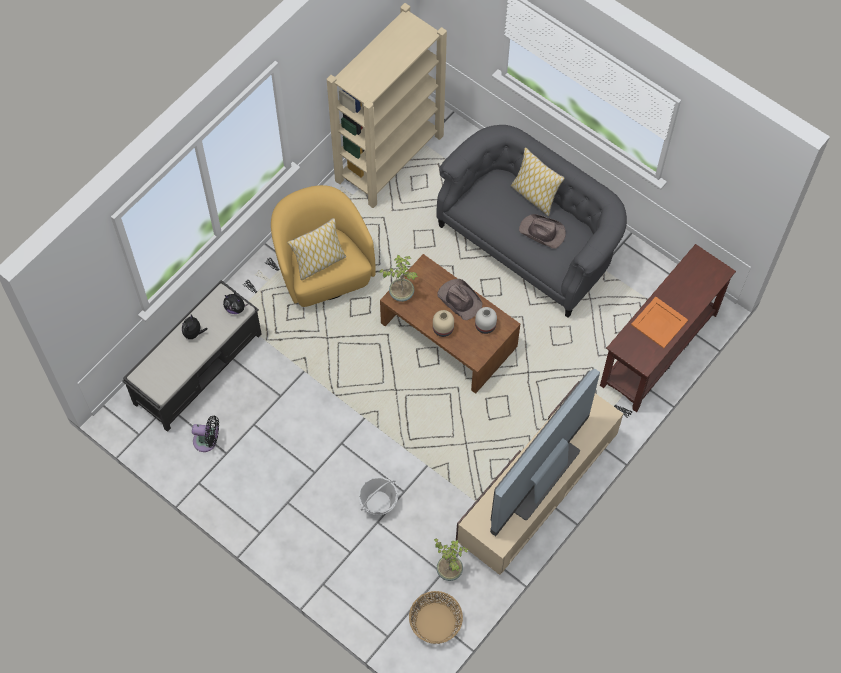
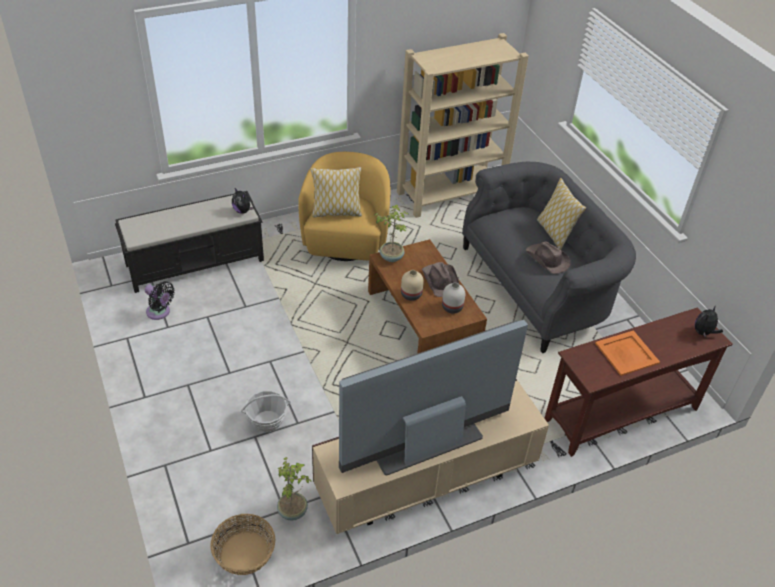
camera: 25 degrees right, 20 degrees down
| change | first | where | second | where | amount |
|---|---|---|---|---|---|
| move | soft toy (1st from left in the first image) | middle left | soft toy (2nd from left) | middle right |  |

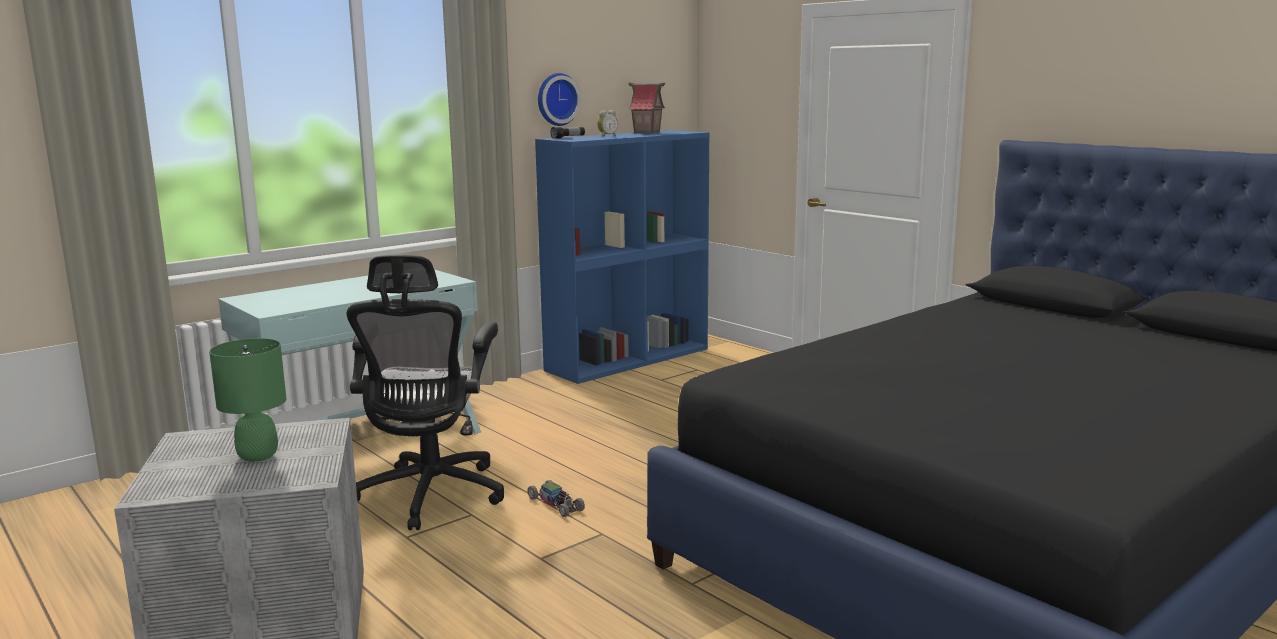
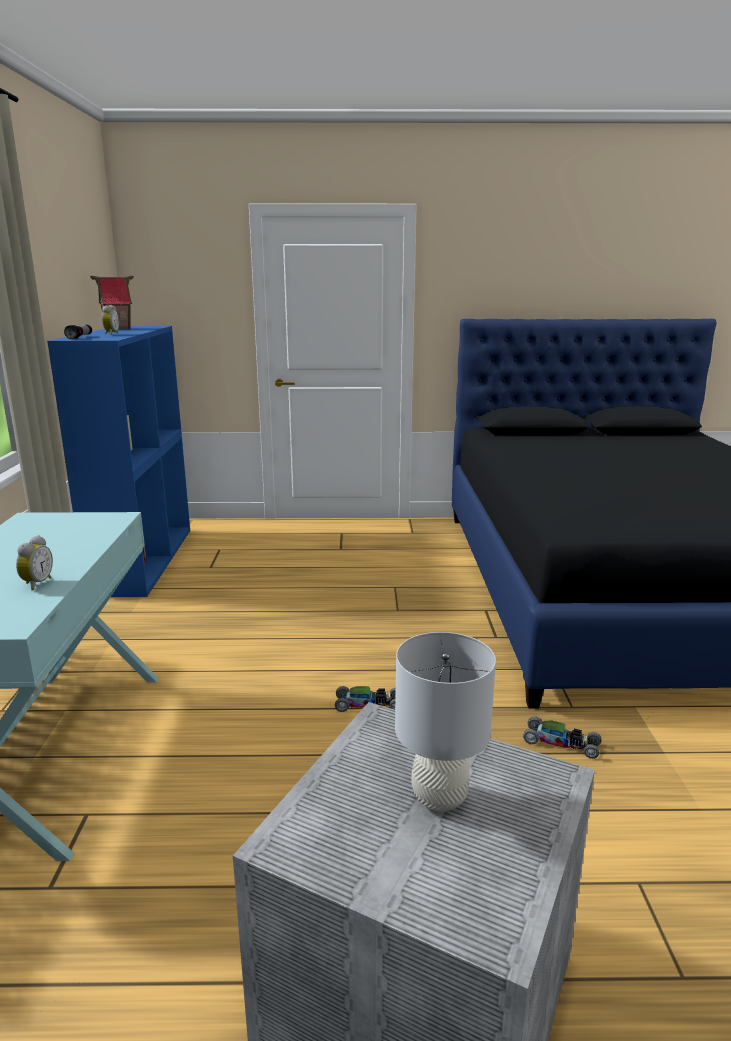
camera: 50 degrees left, 5 degrees up
| change | first | where | second | where | amount |
|---|---|---|---|---|---|
| recolor | greenish tabletop lamp | middle left | greyish tabletop lamp | bottom centre |  |
| delete | desk chair | middle left |  |  |  |
| delete | wall clock | top centre |  |  |  |
| insert |  |  | alarm clock (1st from left) | middle left |  |
| insert |  |  | miniature car (2nd from left) | bottom right |  |

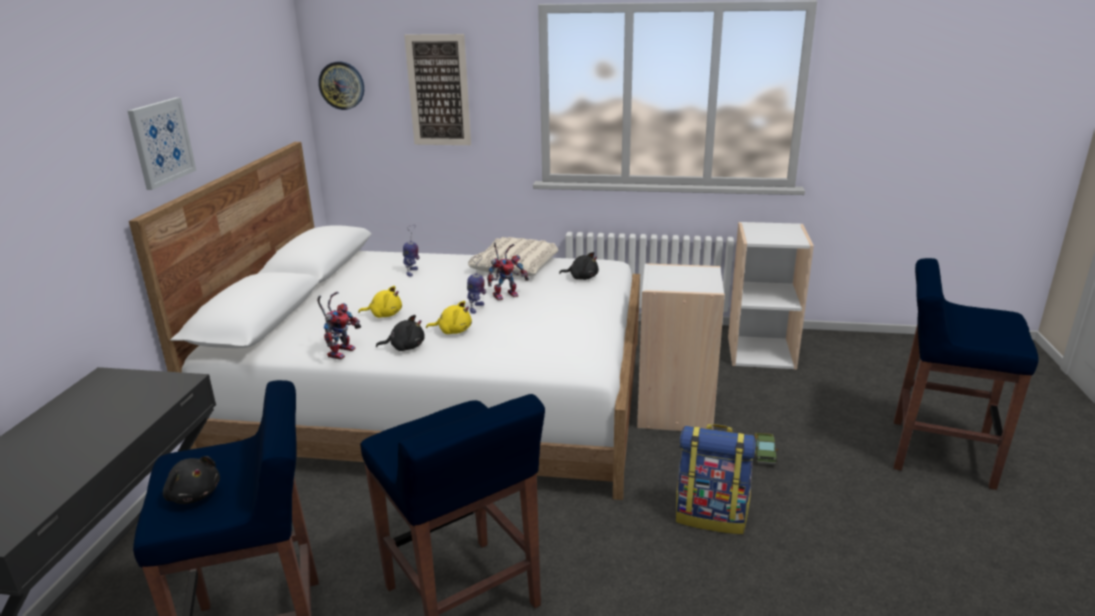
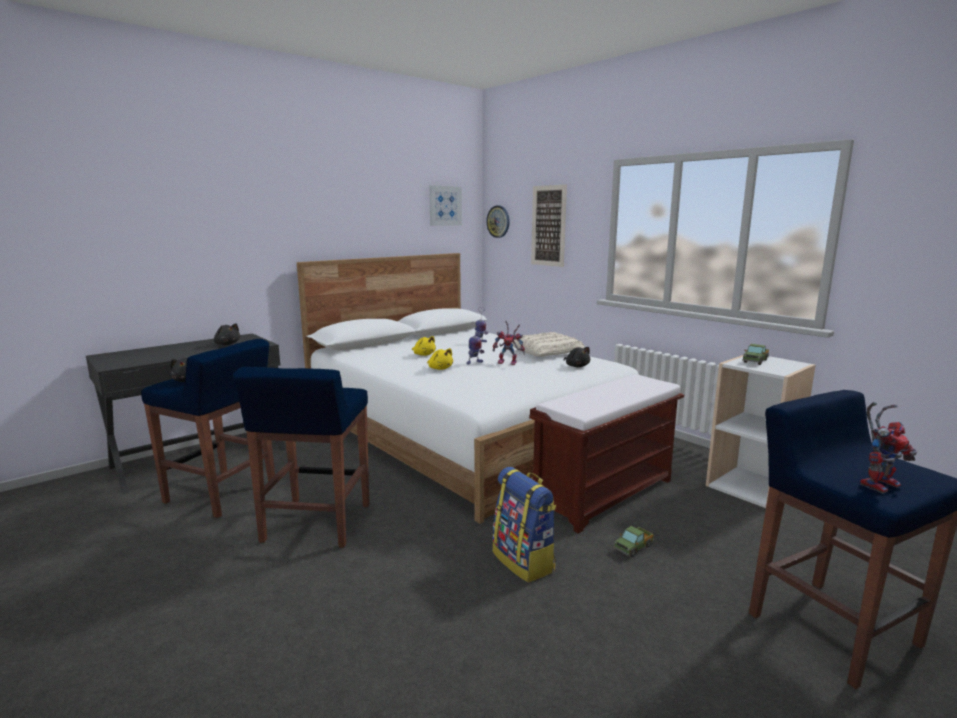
camera: 40 degrees right, 10 degrees down
| change | first | where | second | where | amount |
|---|---|---|---|---|---|
| move | picture (1st from left) | top left |  | top centre |  |
| move | model robot (1st from left in the first image) | middle left | model robot (4th from left) | middle right |  |
| move | blackish soft toy (2nd from left) | centre |  | middle left |  |
| replace | shelving unit (1st from left) | centre | brown long seat | centre |  |
| insert |  |  | toy truck (2nd from left) | middle right |  |

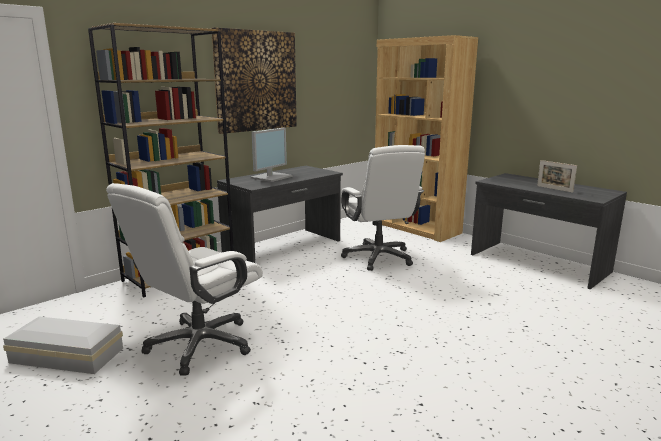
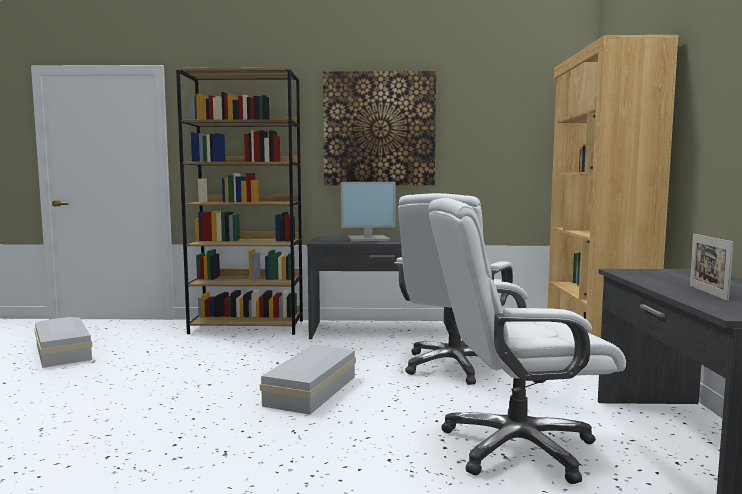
camera: 45 degrees right, 10 degrees down
| change | first | where | second | where | amount |
|---|---|---|---|---|---|
| move | whitish desk chair (1st from left in the first image) | middle left | whitish desk chair (2nd from left) | bottom right |  |
| insert |  |  | whitish storage box (2nd from left) | bottom centre |  |

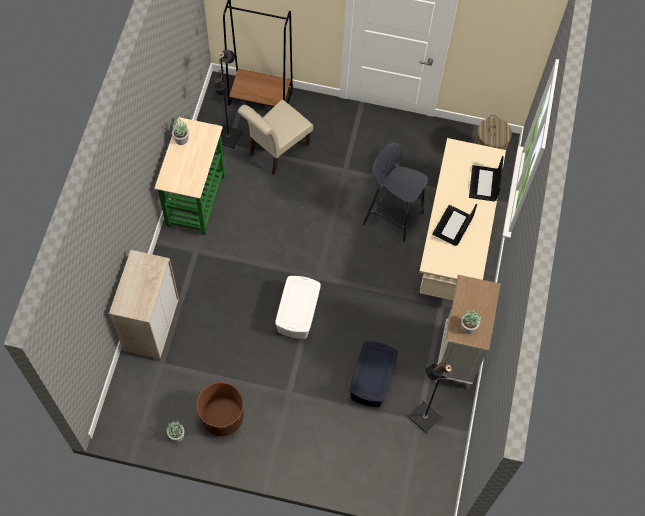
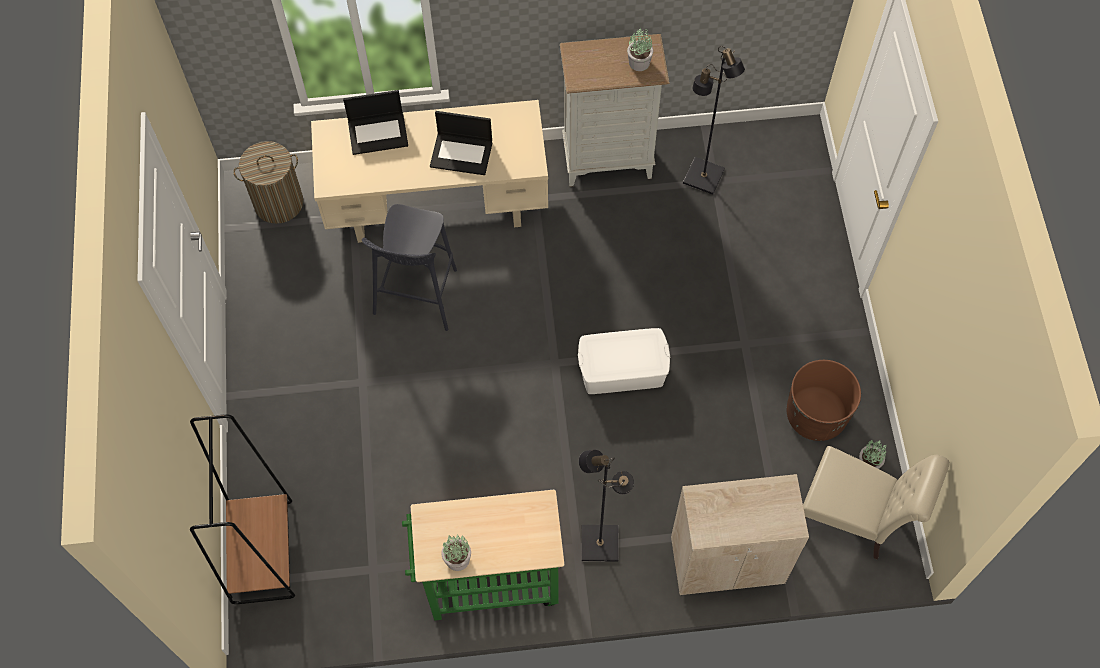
camera: 105 degrees left, 0 degrees up
| change | first | where | second | where | amount |
|---|---|---|---|---|---|
| move | blackish floor lamp (1st from left) | top centre |  | bottom centre |  |
| move | sand-coloured upright chair | top centre |  | bottom right |  |
| delete | blue storage box | bottom centre |  |  |  |

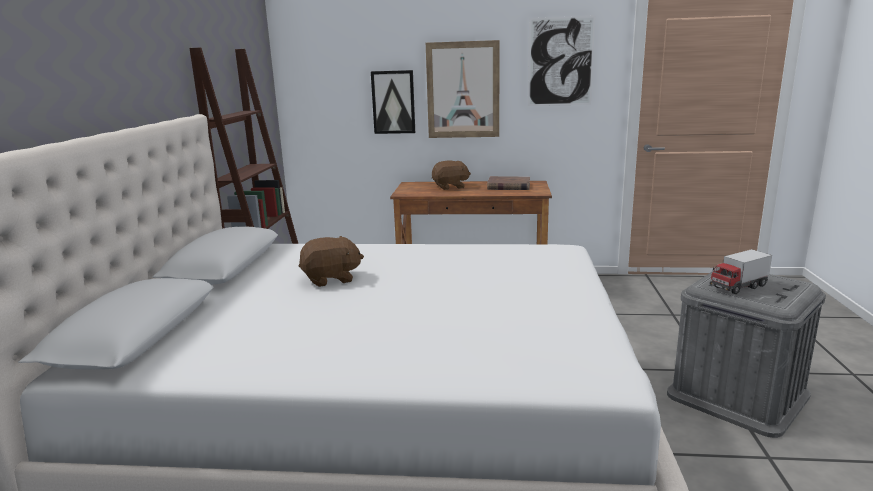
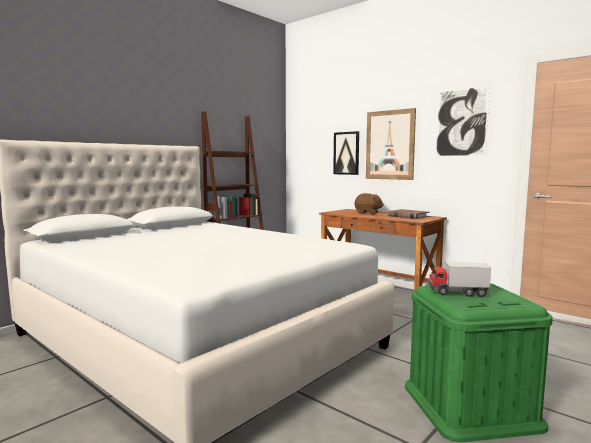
camera: 35 degrees right, 10 degrees down
| change | first | where | second | where | amount |
|---|---|---|---|---|---|
| delete | brown soft toy (1st from left) | centre |  |  |  |
| recolor | greyish storage box | bottom right | greenish storage box | bottom right |  |

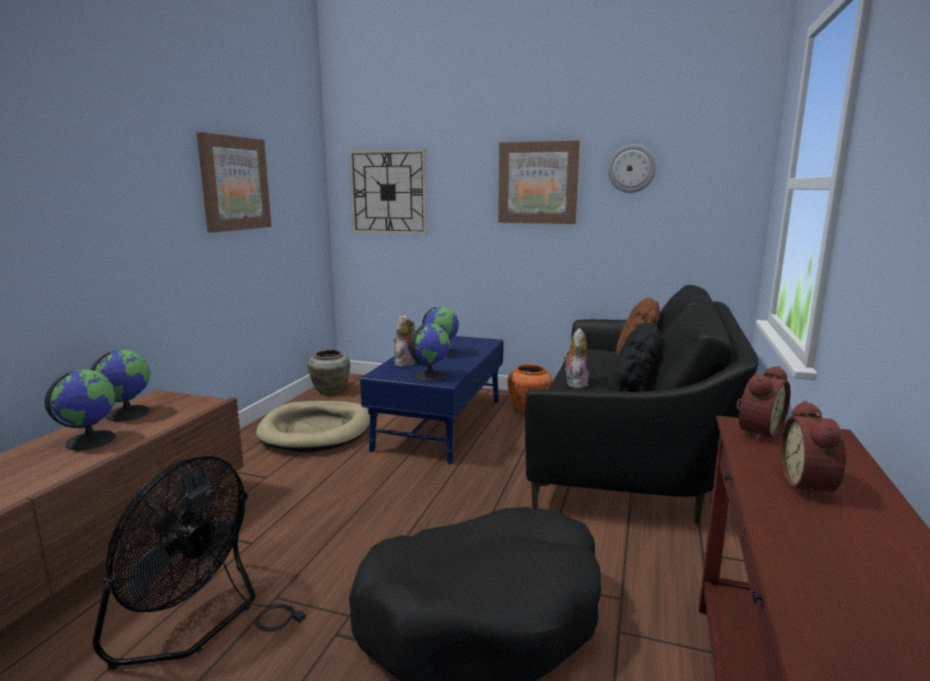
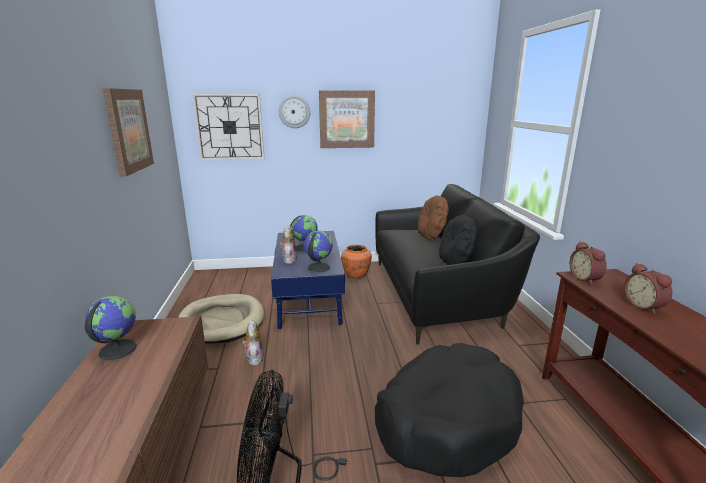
camera: 25 degrees left, 5 degrees up
| change | first | where | second | where | amount |
|---|---|---|---|---|---|
| delete | desk globe (1st from left) | middle left |  |  |  |
| delete | sand-coloured decorative vase | centre |  |  |  |
| move | soft toy (2nd from left in the first image) | centre | soft toy (1st from left) | bottom centre |  |
| move | wall clock (2nd from left) | top right |  | top centre |  |
| rotate | alarm clock (1st from left) | middle right |  | middle right | 150 degrees clockwise |

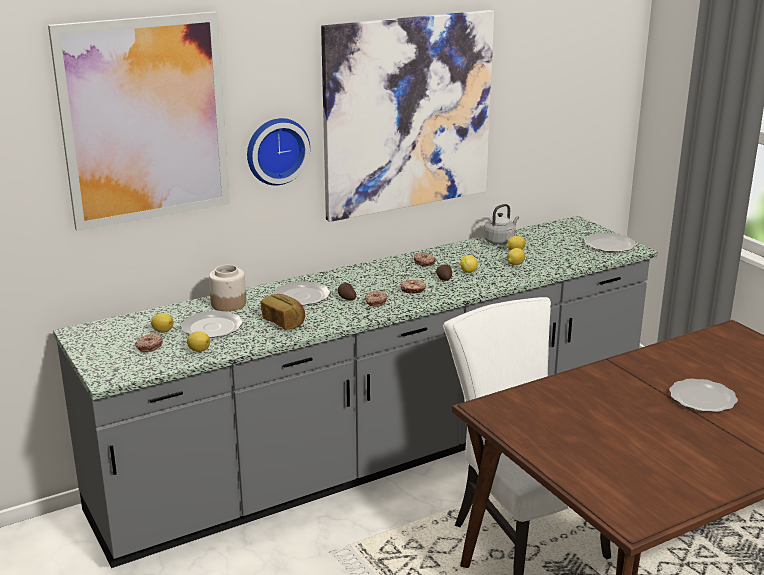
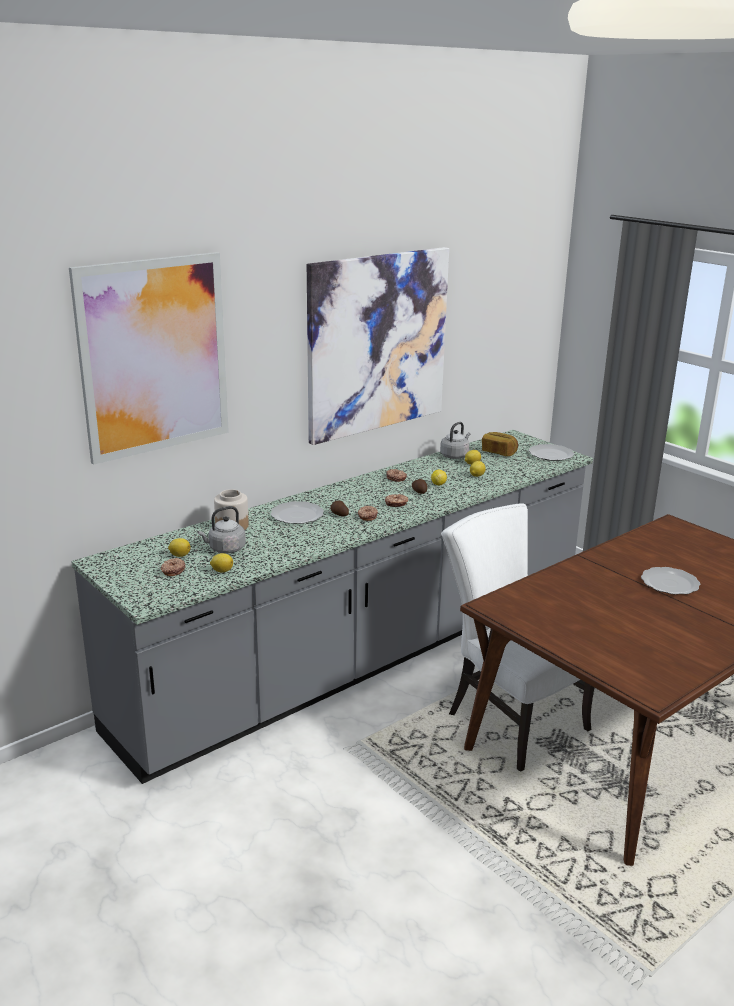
camera: 10 degrees left, 0 degrees up
| change | first | where | second | where | amount |
|---|---|---|---|---|---|
| replace | plate (1st from left) | middle left | greyish water kettle (1st from left) | middle left |  |
| delete | wall clock | top centre |  |  |  |
| move | bread | centre |  | middle right |  |

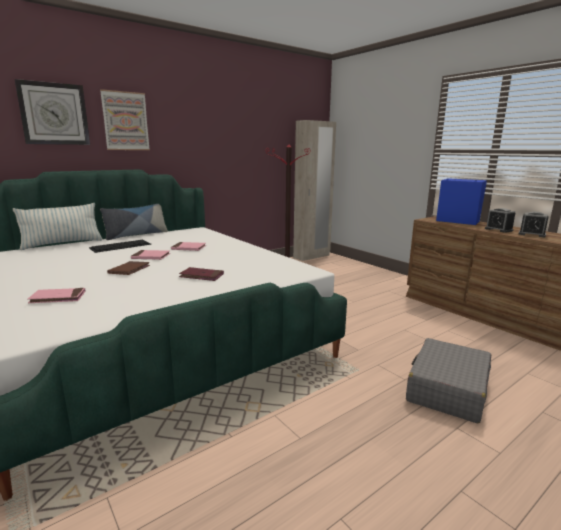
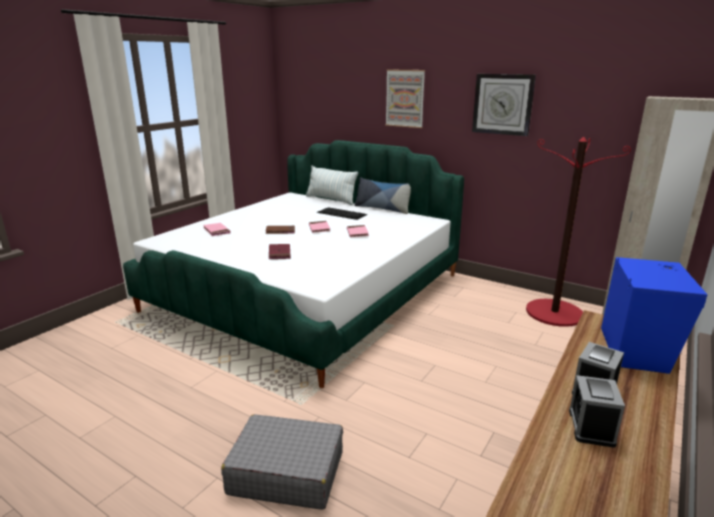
camera: 70 degrees right, 5 degrees up
| change | first | where | second | where | amount |
|---|---|---|---|---|---|
| move | wall clock | top left |  | top right |  |

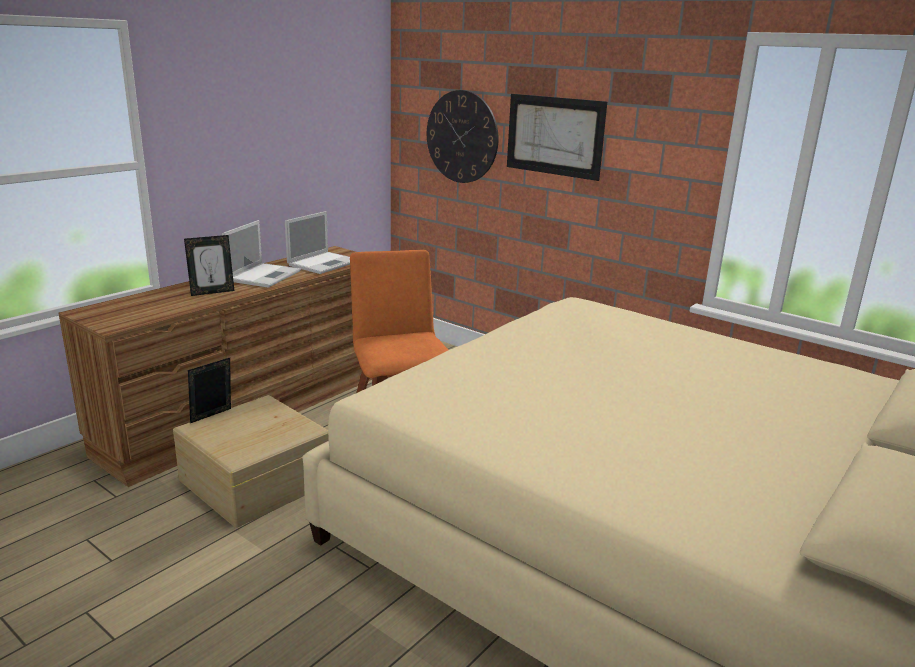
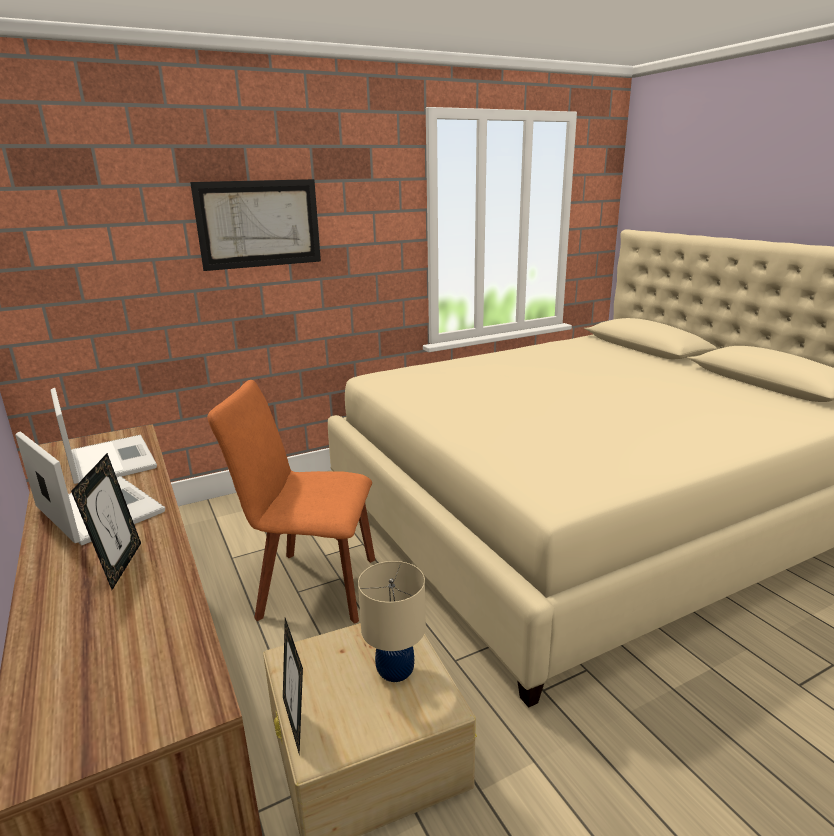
camera: 65 degrees left, 0 degrees up
| change | first | where | second | where | amount |
|---|---|---|---|---|---|
| delete | wall clock | top centre |  |  |  |
| insert |  |  | sand-coloured tabletop lamp | bottom centre |  |

